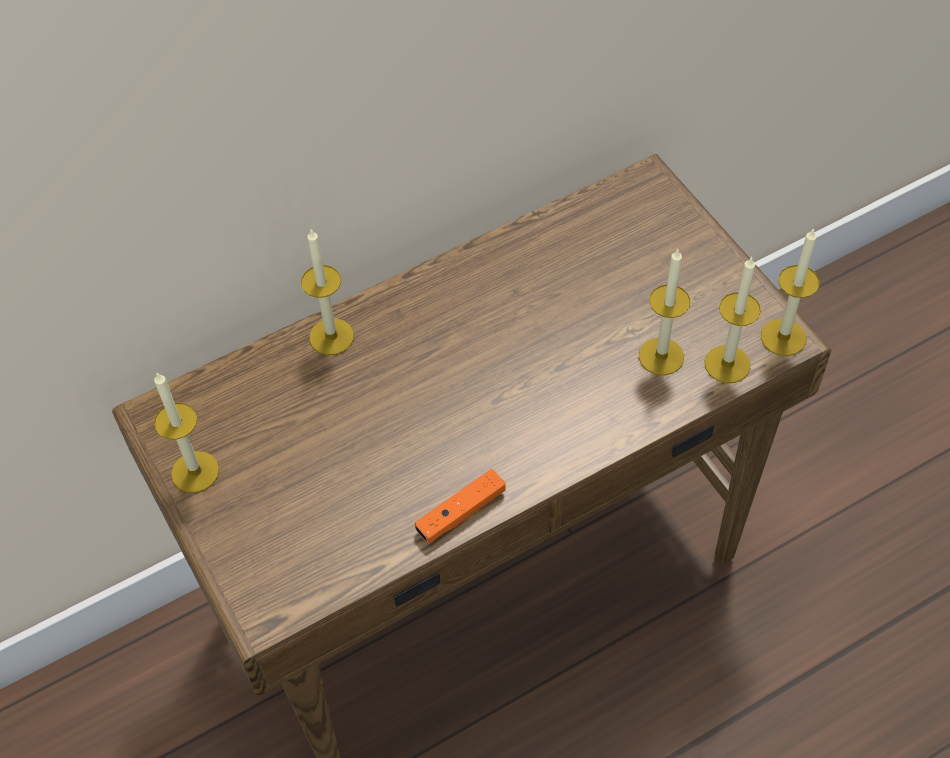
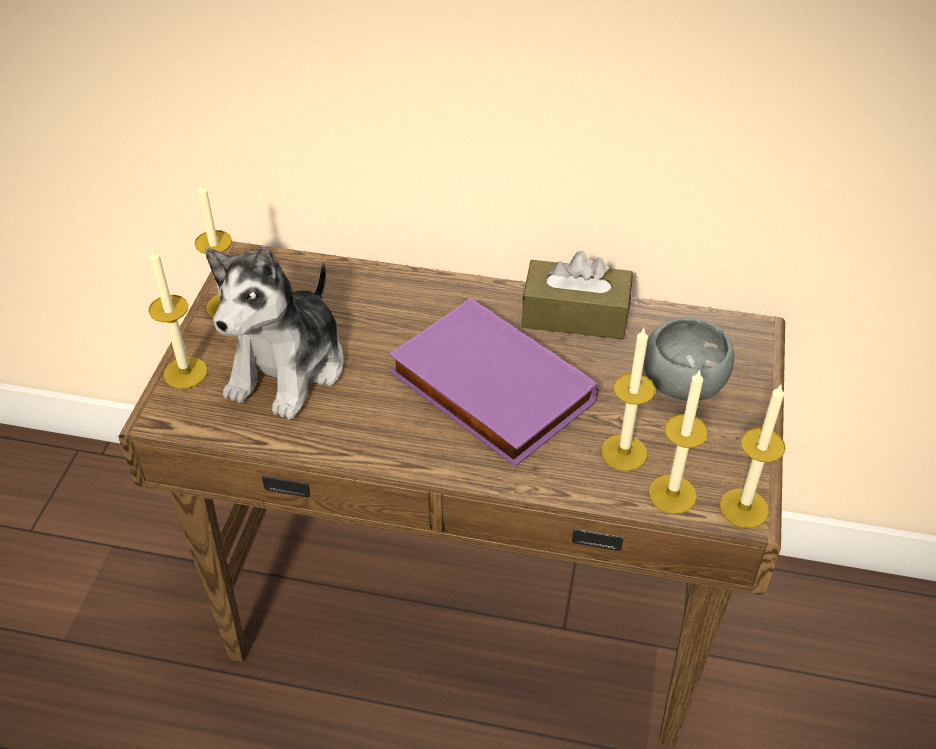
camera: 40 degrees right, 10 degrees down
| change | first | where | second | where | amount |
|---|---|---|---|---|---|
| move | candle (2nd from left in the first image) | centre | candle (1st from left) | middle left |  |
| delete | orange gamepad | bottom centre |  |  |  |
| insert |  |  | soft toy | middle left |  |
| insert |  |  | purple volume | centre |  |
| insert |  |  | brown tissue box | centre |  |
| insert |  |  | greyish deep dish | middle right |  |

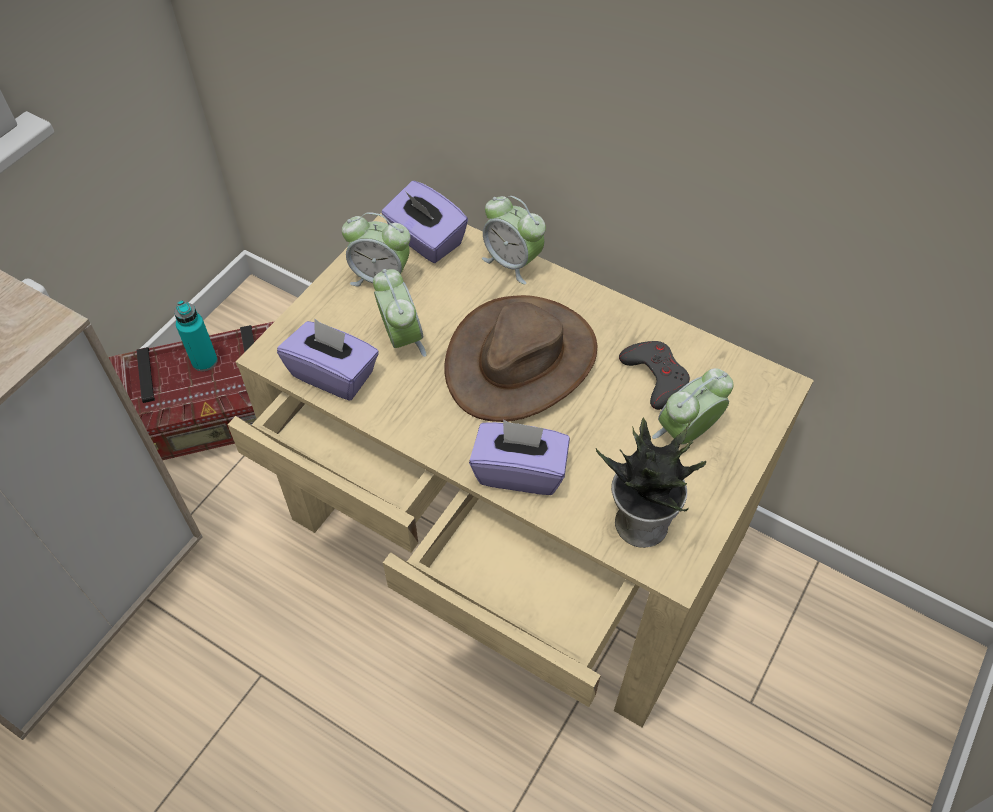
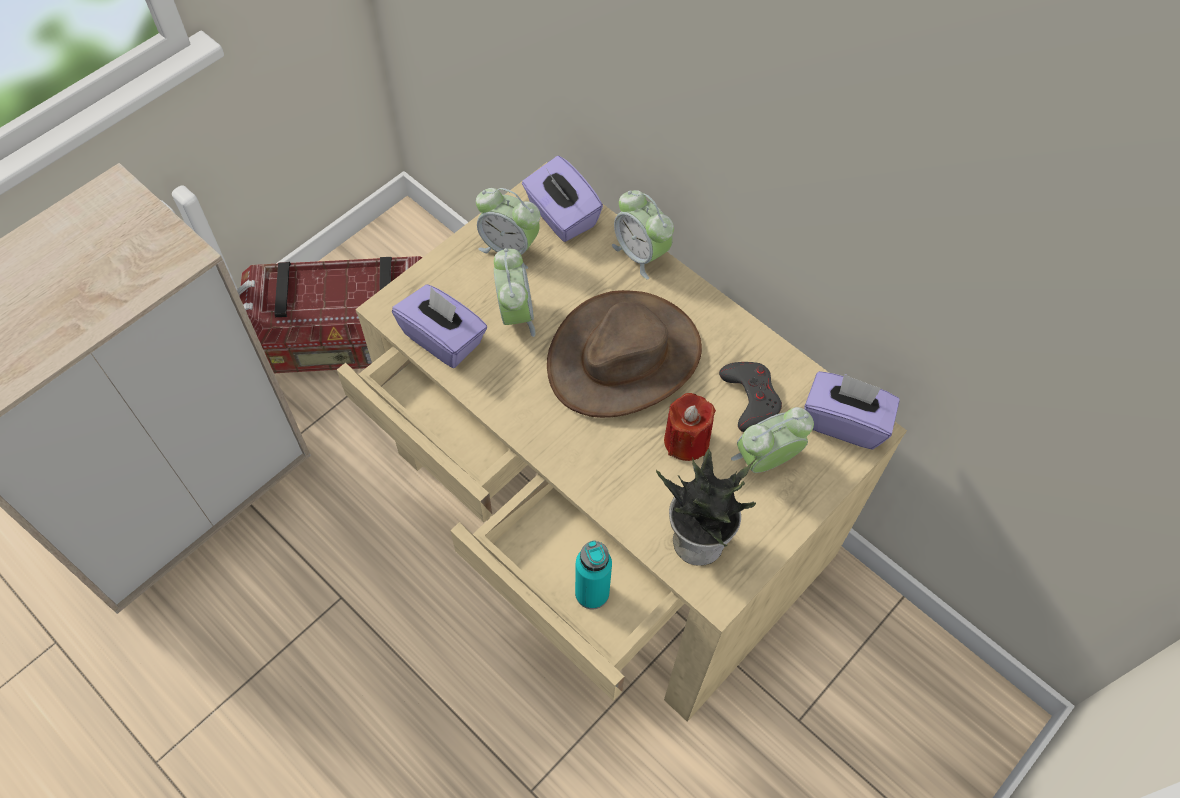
camera: 10 degrees right, 5 degrees up
| change | first | where | second | where | amount |
|---|---|---|---|---|---|
| move | turquoise-coloured bottle | middle left |  | bottom centre |  |
| move | purple tissue box (3rd from left) | centre |  | middle right |  |
| insert |  |  | red-coloured candle | centre |  |

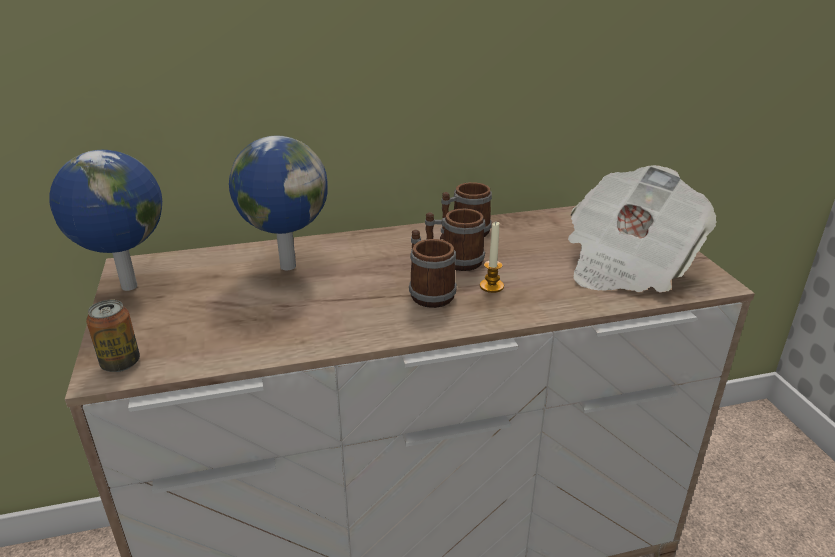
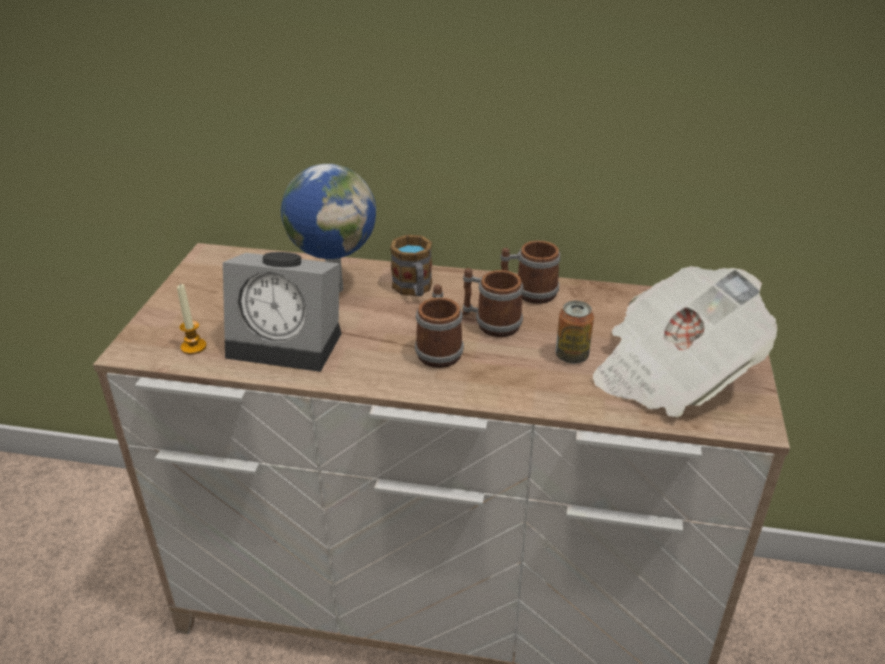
camera: 25 degrees right, 5 degrees up
| change | first | where | second | where | amount |
|---|---|---|---|---|---|
| delete | desk globe (1st from left) | middle left |  |  |  |
| move | sealed can | middle left |  | centre |  |
| move | candle | centre |  | middle left |  |
| insert |  |  | alarm clock | middle left |  |
| insert |  |  | mug (1st from left) | centre |  |

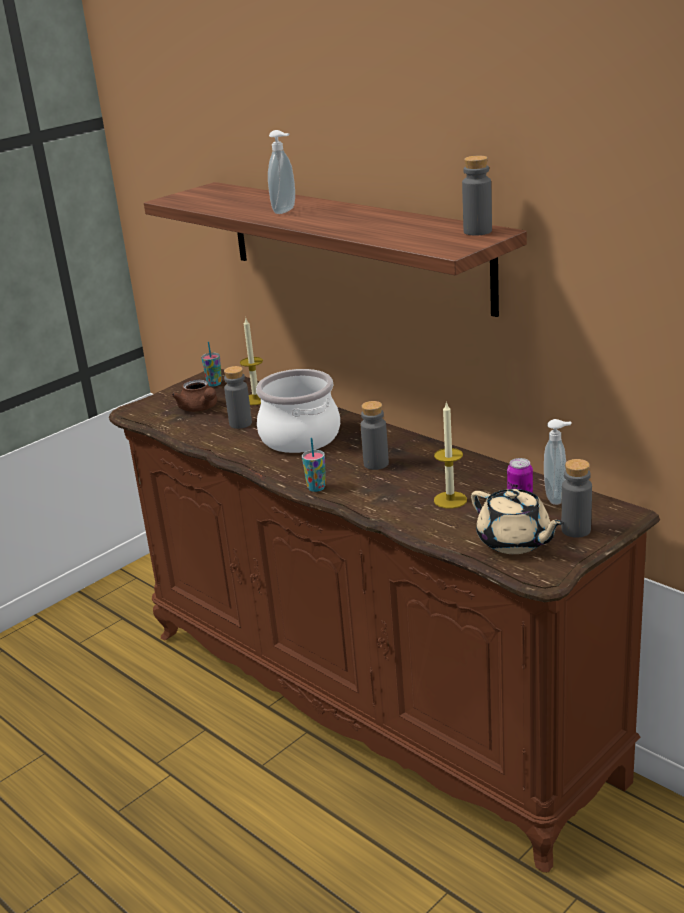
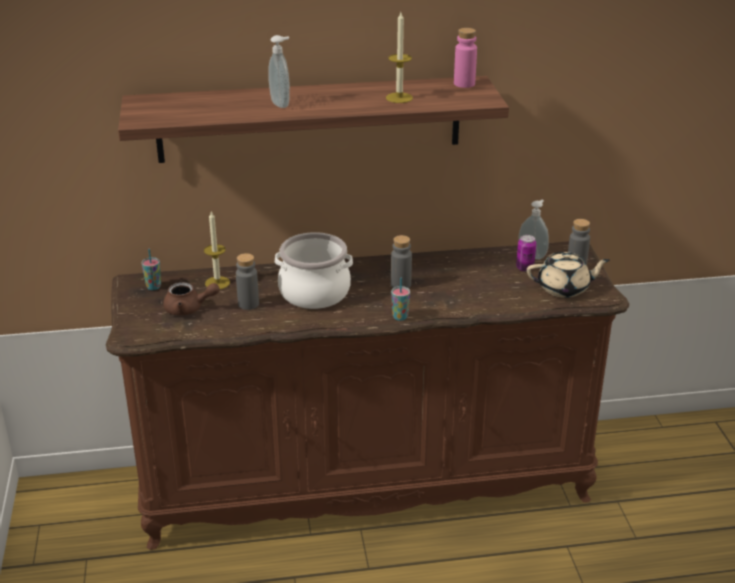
camera: 55 degrees left, 5 degrees up
| change | first | where | second | where | amount |
|---|---|---|---|---|---|
| move | candle (2nd from left) | centre |  | top centre |  |
| recolor | greyish bottle (3rd from left) | top right | pink-coloured bottle | top centre |  |

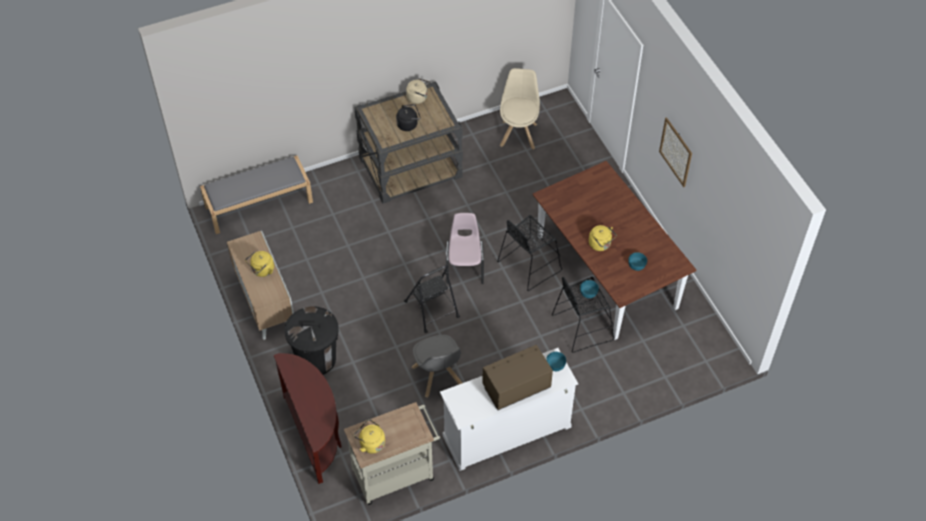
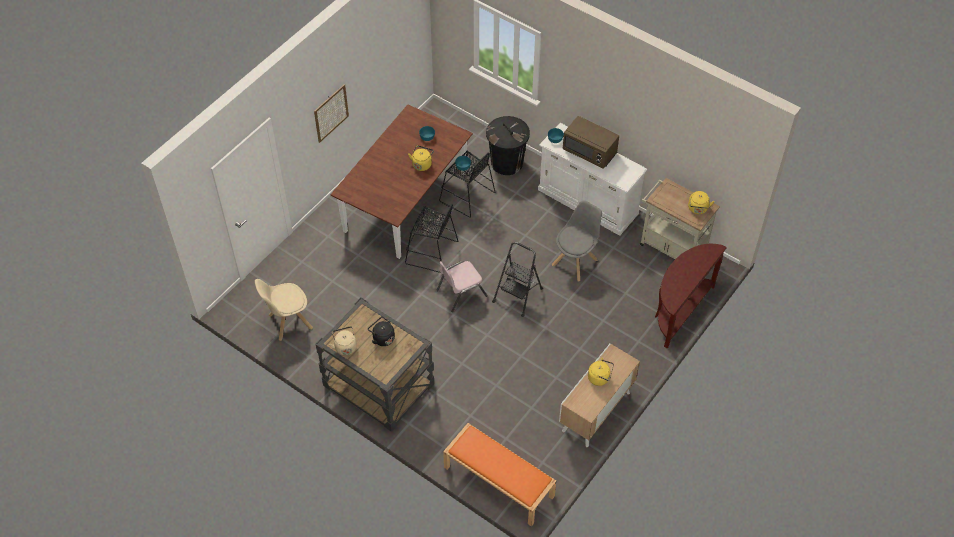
camera: 120 degrees left, 0 degrees up
| change | first | where | second | where | amount |
|---|---|---|---|---|---|
| recolor | greyish long seat | middle left | orange long seat | bottom centre |  |
| move | blackish waste bin | centre |  | top centre |  |

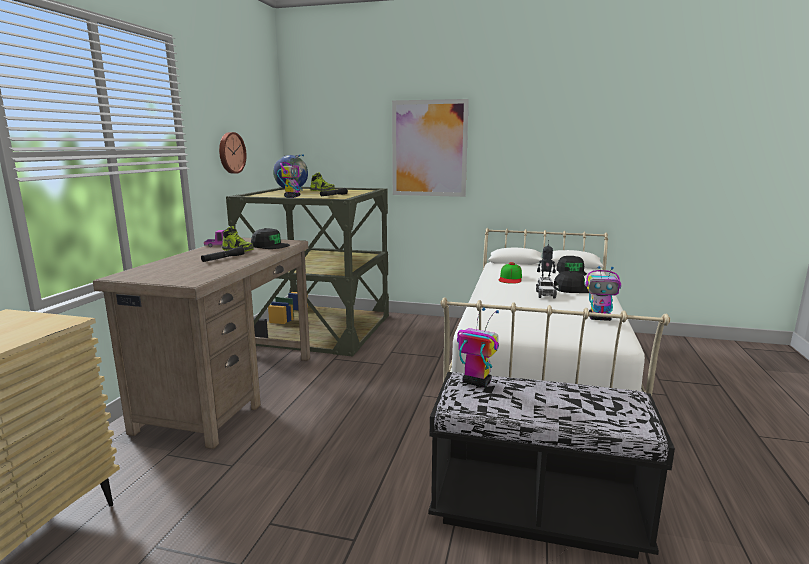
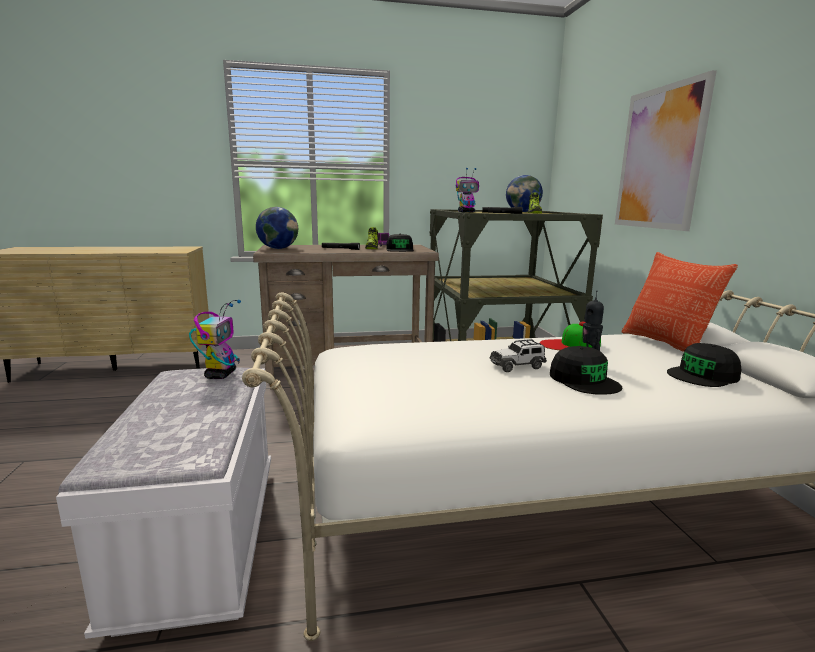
camera: 65 degrees right, 0 degrees up
| change | first | where | second | where | amount |
|---|---|---|---|---|---|
| delete | wall clock | top left |  |  |  |
| recolor | blackish long seat | bottom right | whitish long seat | bottom left |  |
| delete | model robot (4th from left) | middle right |  |  |  |
| insert |  |  | desk globe (1st from left) | centre |  |
| insert |  |  | orange throw pillow | middle right |  |

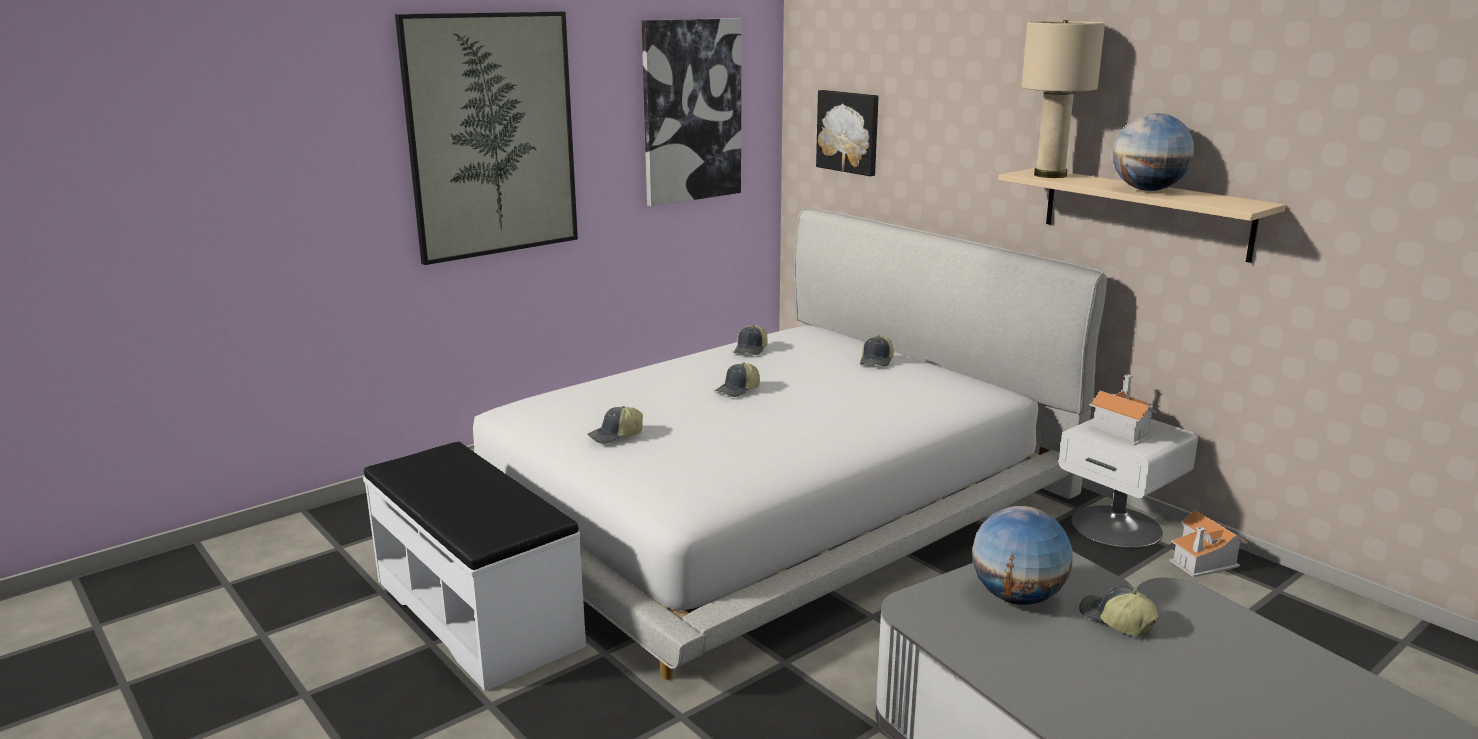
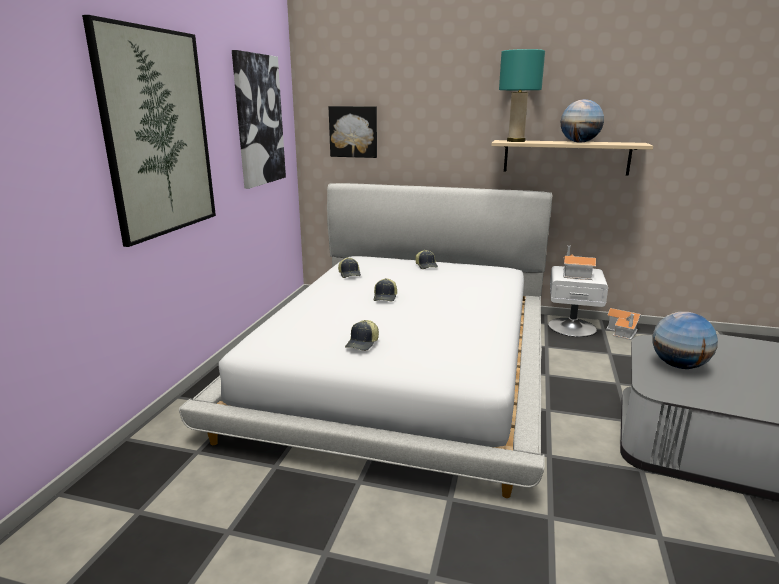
camera: 35 degrees left, 0 degrees up
| change | first | where | second | where | amount |
|---|---|---|---|---|---|
| delete | whitish long seat | bottom left |  |  |  |
| recolor | sand-coloured tabletop lamp | top right | turquoise-coloured tabletop lamp | top right |  |
| delete | peaked cap (5th from left) | bottom right |  |  |  |

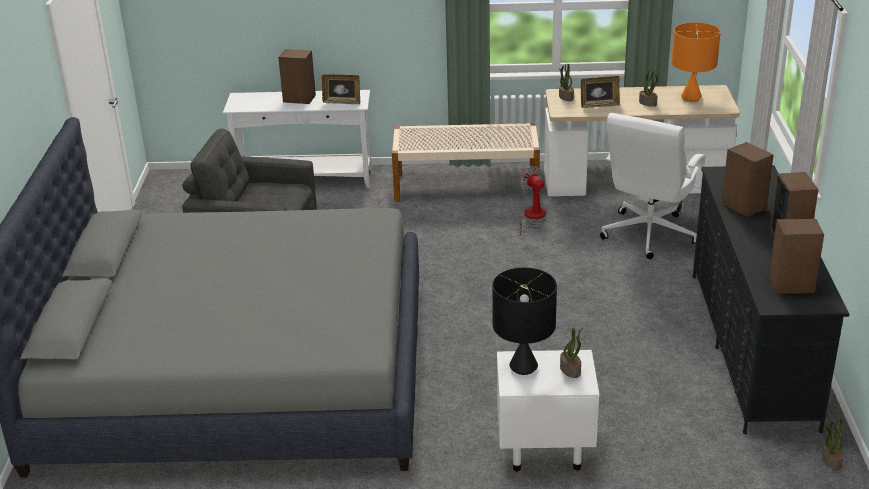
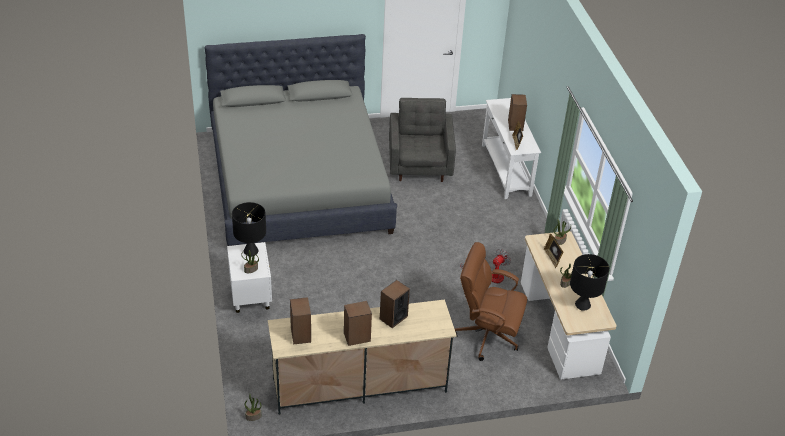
camera: 75 degrees right, 10 degrees up
| change | first | where | second | where | amount |
|---|---|---|---|---|---|
| delete | sand-coloured long seat | top centre |  |  |  |
| recolor | whitish desk chair | middle right | brown desk chair | bottom centre |  |
| recolor | orange tabletop lamp | top right | blackish tabletop lamp (2nd from left) | middle right |  |
| recolor | blackish drawer chest | middle right | sand-coloured drawer chest | bottom centre |  |

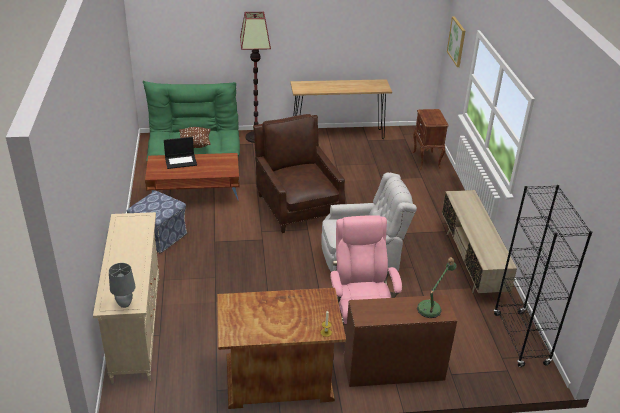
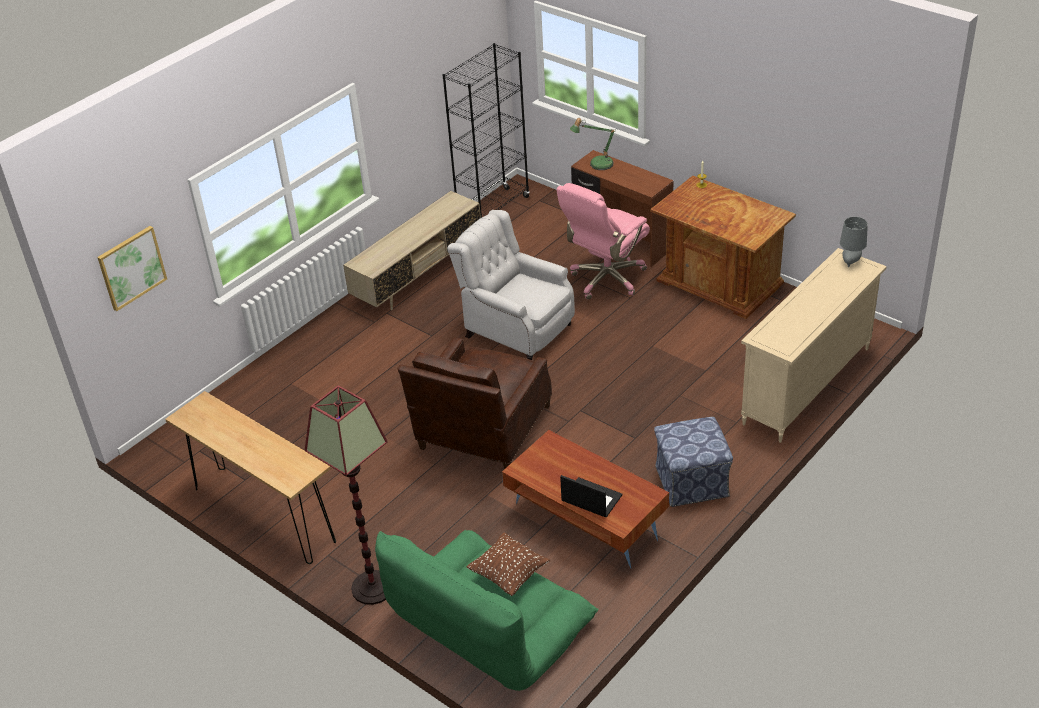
camera: 130 degrees left, 5 degrees up
| change | first | where | second | where | amount |
|---|---|---|---|---|---|
| delete | brown night table | middle right |  |  |  |

